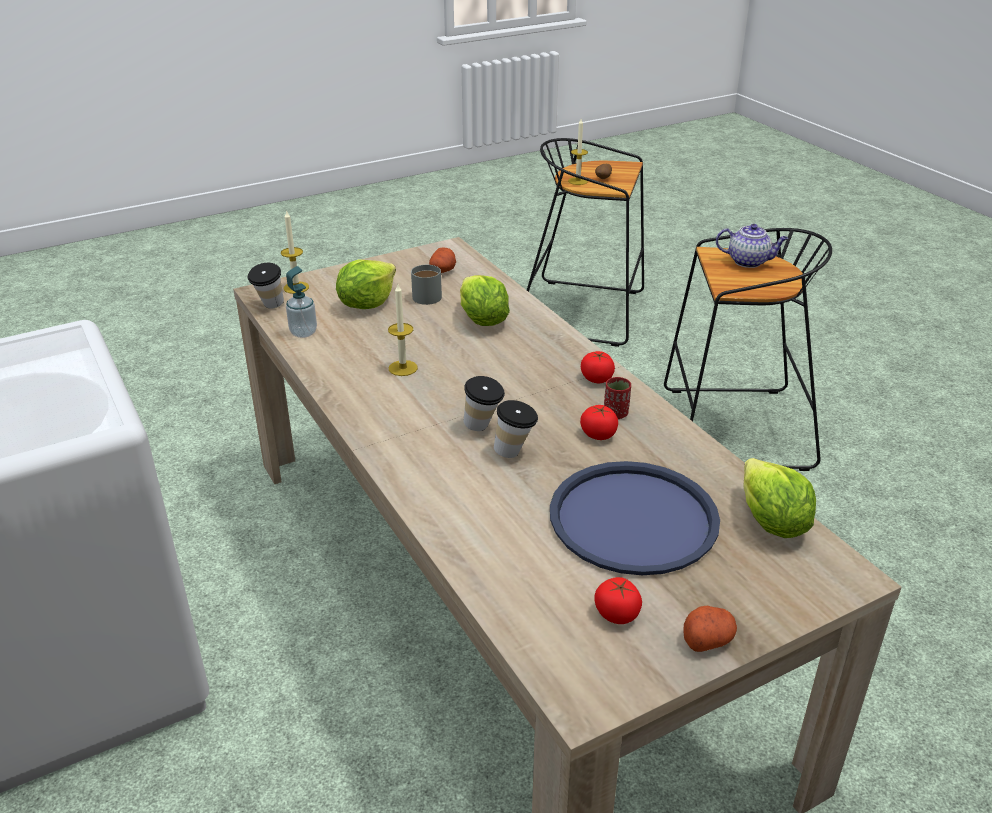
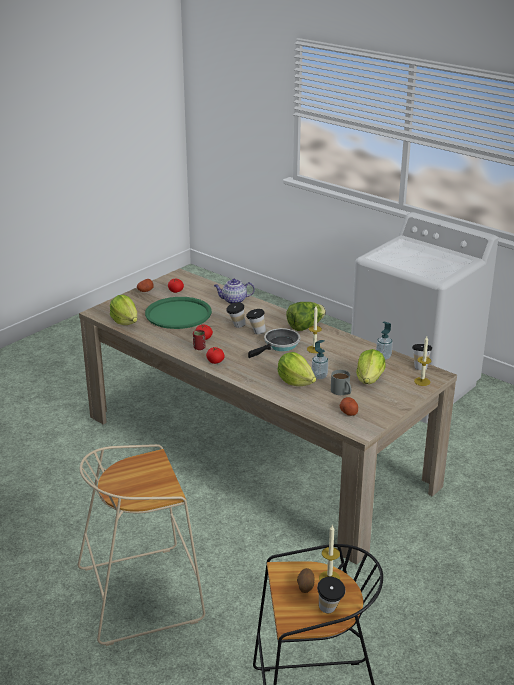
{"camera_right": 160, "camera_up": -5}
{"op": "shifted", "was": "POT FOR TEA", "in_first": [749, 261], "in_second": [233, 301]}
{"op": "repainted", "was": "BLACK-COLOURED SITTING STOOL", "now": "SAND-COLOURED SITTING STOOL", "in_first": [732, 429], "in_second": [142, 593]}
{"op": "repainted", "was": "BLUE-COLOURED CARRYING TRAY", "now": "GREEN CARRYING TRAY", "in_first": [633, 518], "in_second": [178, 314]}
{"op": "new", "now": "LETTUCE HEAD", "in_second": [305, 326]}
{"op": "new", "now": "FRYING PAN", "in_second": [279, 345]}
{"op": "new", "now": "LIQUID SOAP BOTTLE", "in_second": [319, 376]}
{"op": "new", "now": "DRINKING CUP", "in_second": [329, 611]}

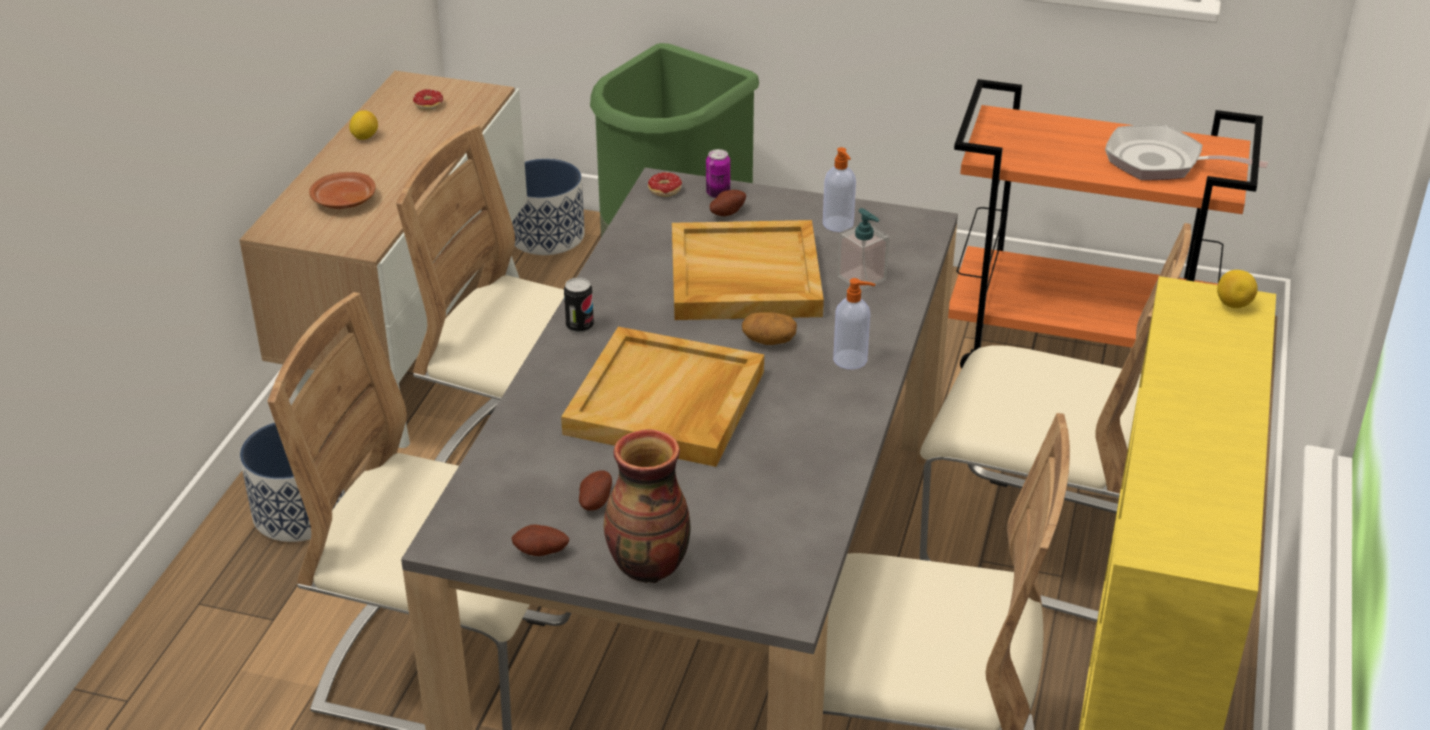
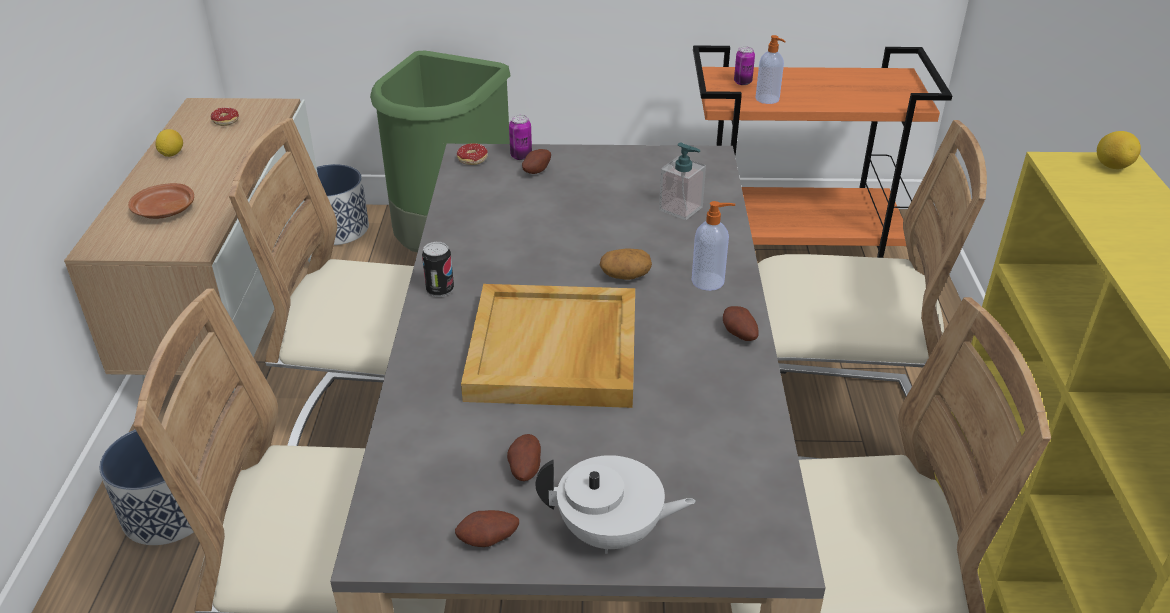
{"camera_right": -15, "camera_up": 0}
{"op": "gone", "was": "FRYING PAN", "in_first": [1161, 162]}
{"op": "shifted", "was": "LIQUID SOAP BOTTLE", "in_first": [838, 224], "in_second": [768, 99]}
{"op": "gone", "was": "SAND-COLOURED CARRYING TRAY", "in_first": [743, 278]}
{"op": "swapped", "was": "DECORATIVE VASE", "now": "WHITE POT FOR TEA", "in_first": [648, 566], "in_second": [611, 533]}
{"op": "new", "now": "CAN", "in_second": [742, 82]}
{"op": "new", "now": "WHOLE POTATO", "in_second": [738, 335]}

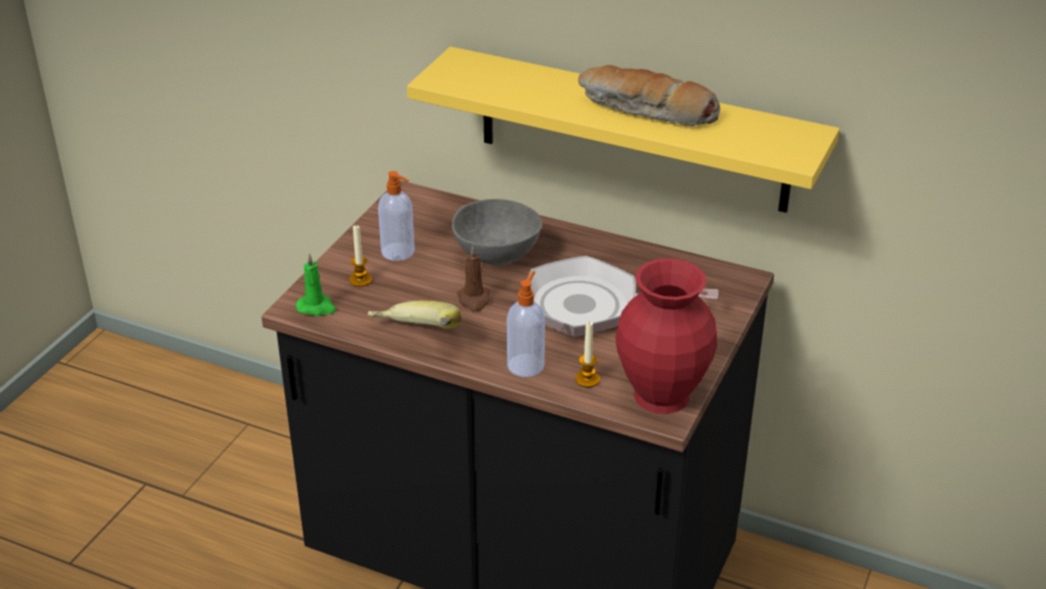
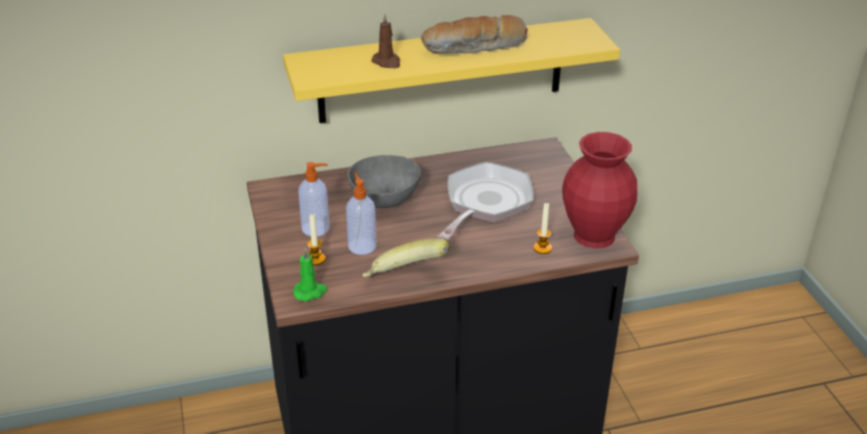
{"camera_right": -40, "camera_up": 0}
{"op": "shifted", "was": "BROWNISH CANDLE", "in_first": [474, 300], "in_second": [387, 62]}
{"op": "rotated", "was": "FRYING PAN", "in_first": [591, 306], "in_second": [485, 204], "clockwise": 150}
{"op": "shifted", "was": "LIQUID SOAP BOTTLE", "in_first": [526, 365], "in_second": [362, 245]}

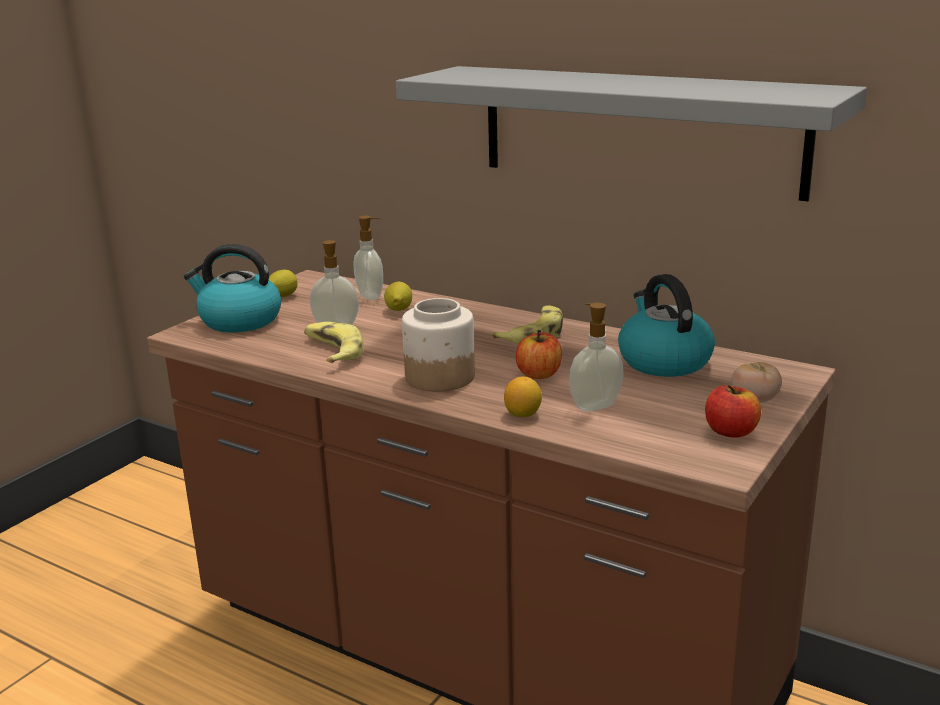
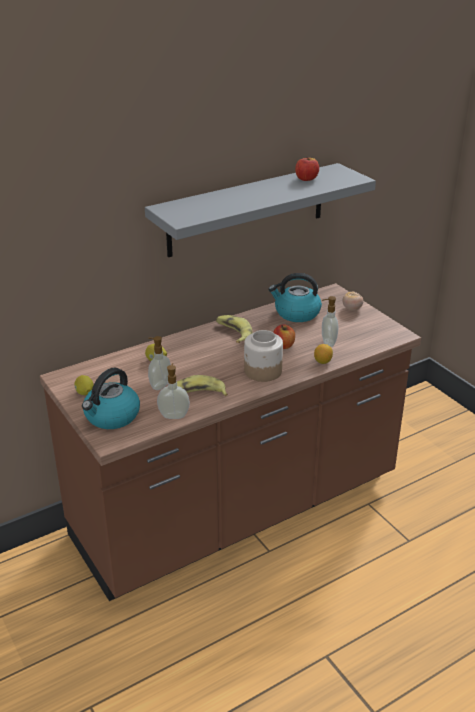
{"camera_right": -65, "camera_up": 10}
{"op": "shifted", "was": "LIQUID SOAP BOTTLE", "in_first": [371, 296], "in_second": [174, 415]}
{"op": "shifted", "was": "APPLE", "in_first": [731, 432], "in_second": [306, 179]}

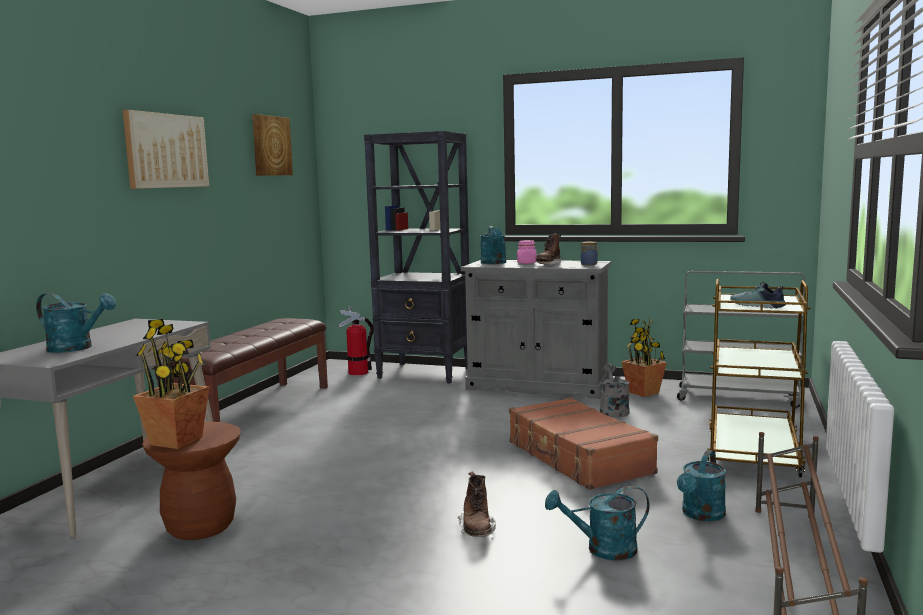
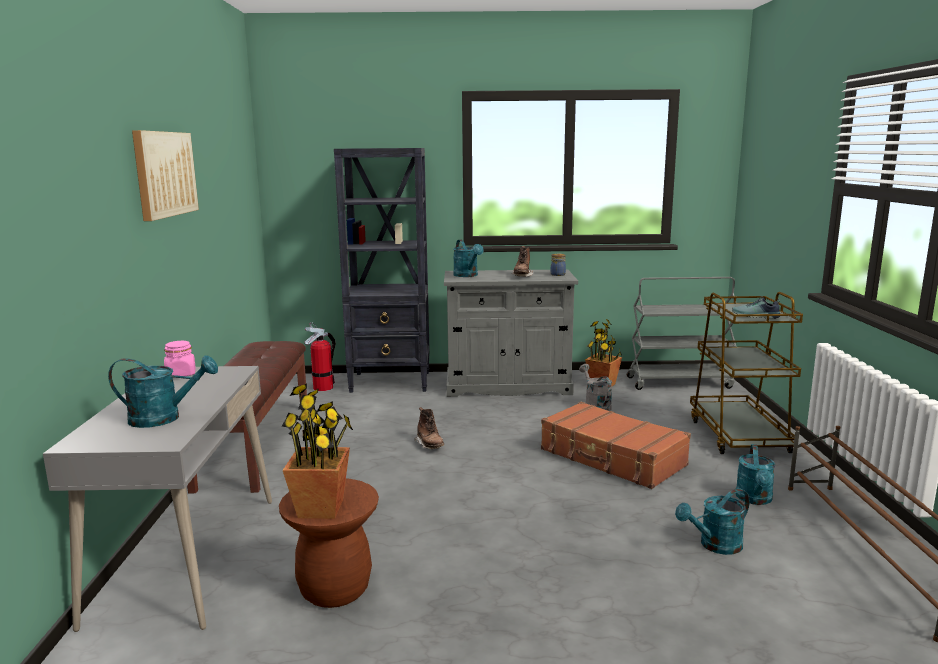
{"camera_right": -20, "camera_up": 5}
{"op": "gone", "was": "WALL ART", "in_first": [271, 146]}
{"op": "shifted", "was": "PINKISH JAR", "in_first": [526, 263], "in_second": [181, 374]}
{"op": "shifted", "was": "BROWNISH BOOT", "in_first": [477, 530], "in_second": [430, 445]}

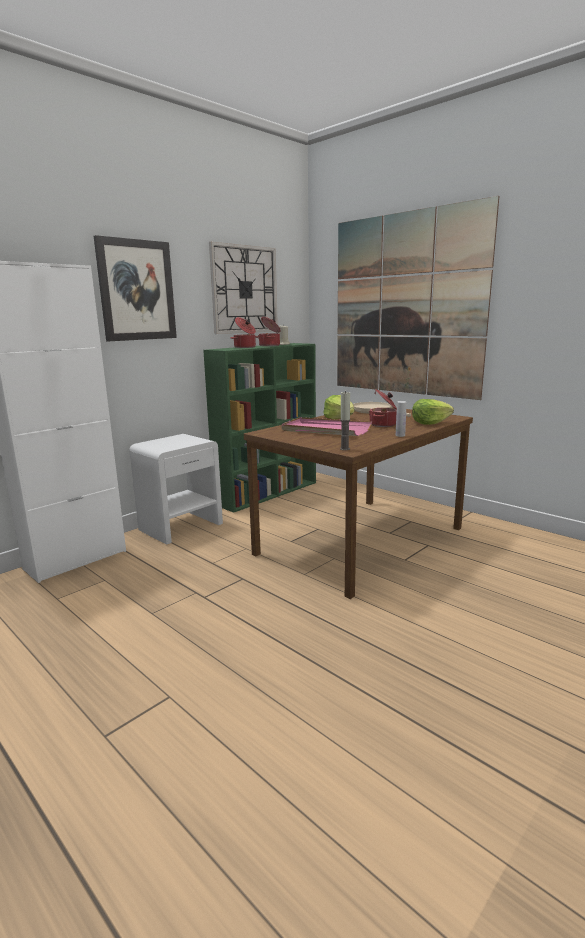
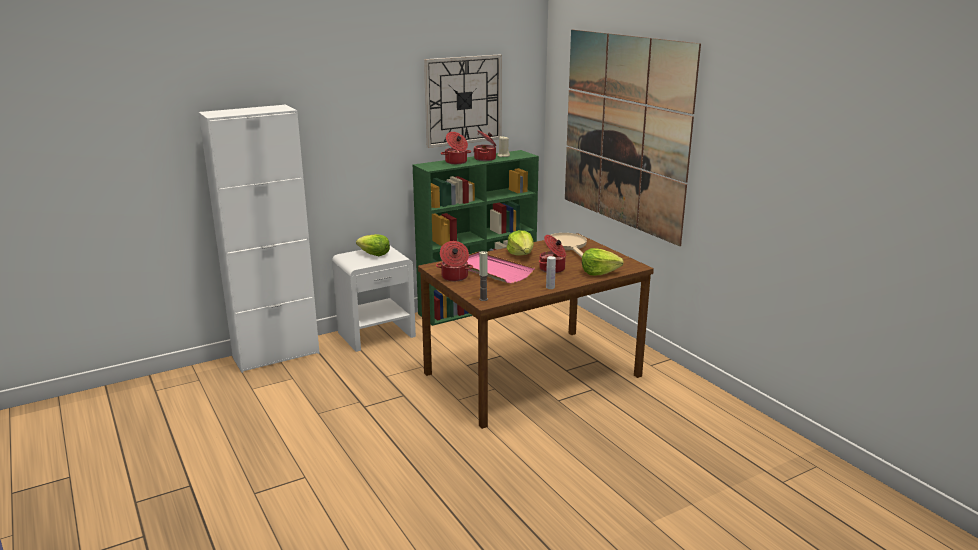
{"camera_right": 15, "camera_up": 5}
{"op": "gone", "was": "WALL ART", "in_first": [137, 290]}
{"op": "new", "now": "LETTUCE HEAD", "in_second": [374, 254]}
{"op": "new", "now": "SAUCEPOT", "in_second": [454, 277]}

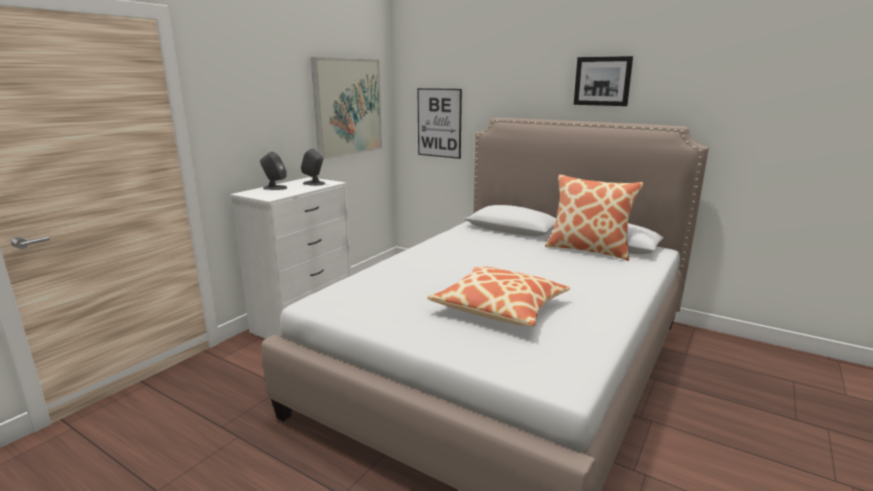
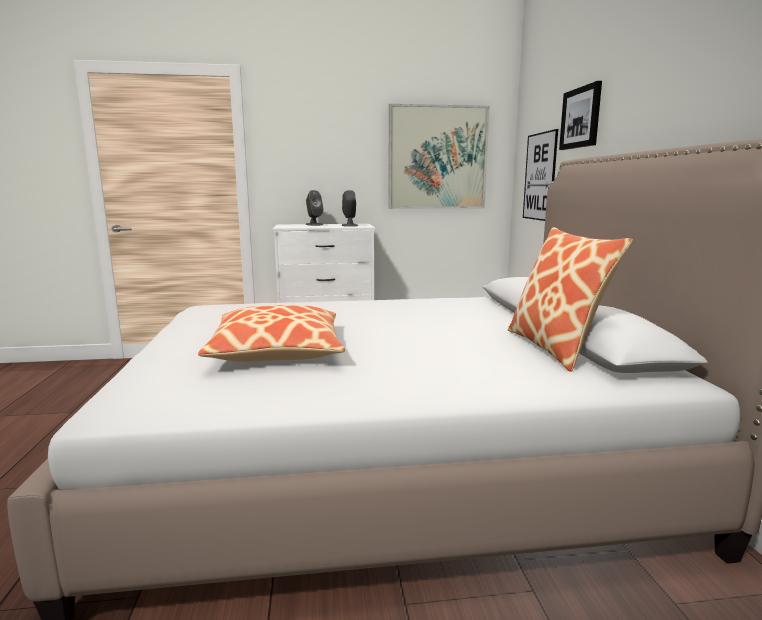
{"camera_right": 50, "camera_up": -5}
{"op": "shifted", "was": "WALL ART", "in_first": [602, 81], "in_second": [581, 118]}

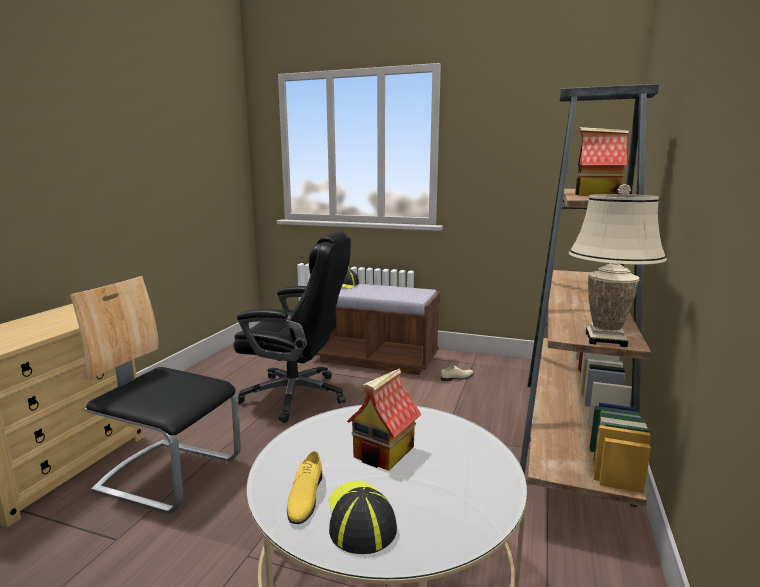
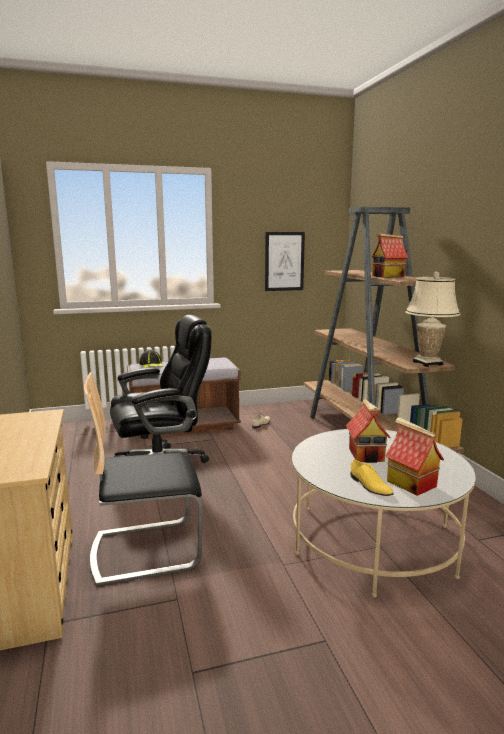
{"camera_right": -35, "camera_up": 0}
{"op": "swapped", "was": "PEAKED CAP", "now": "MODEL HOUSE", "in_first": [359, 519], "in_second": [410, 483]}
{"op": "new", "now": "WALL ART", "in_second": [284, 261]}

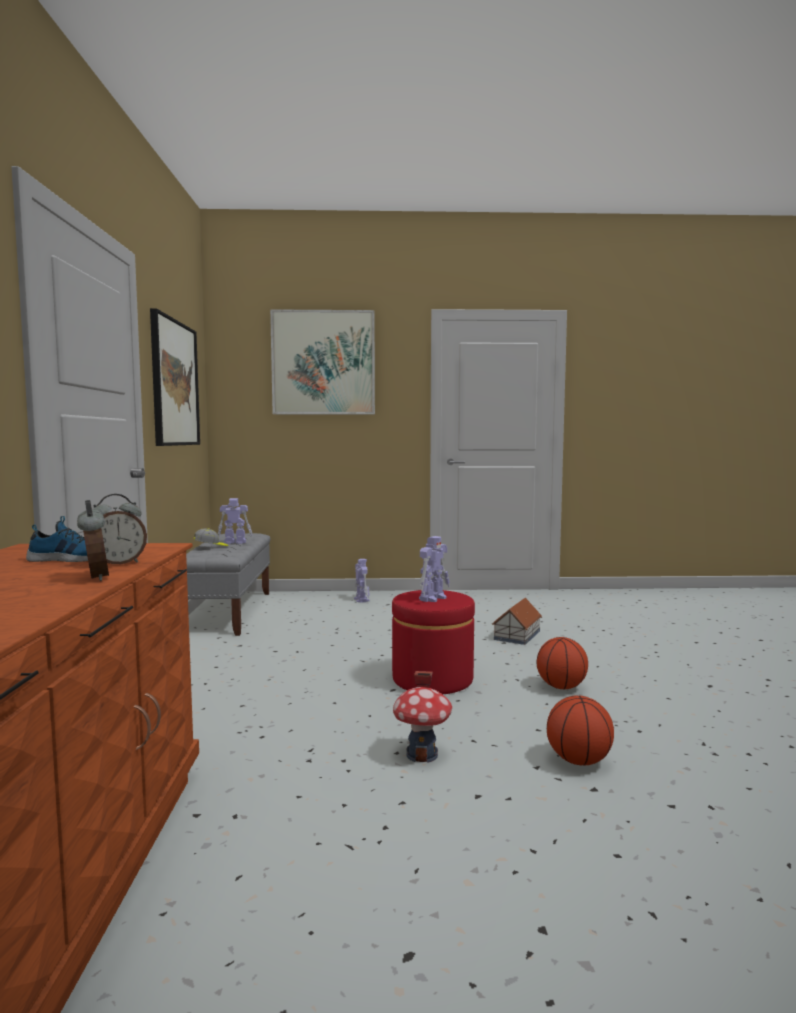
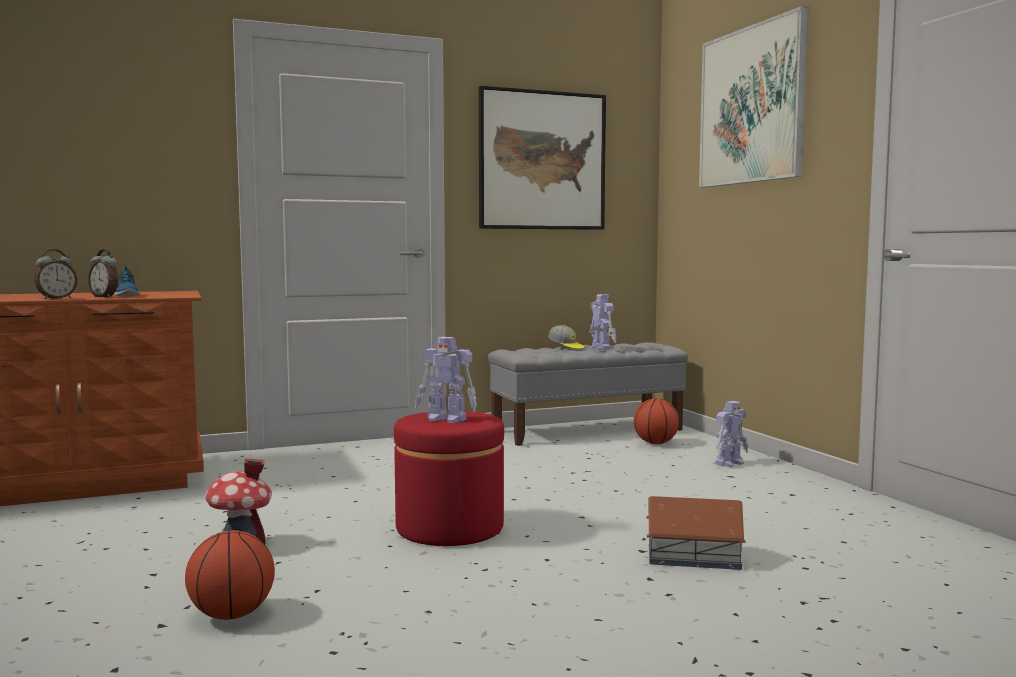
{"camera_right": 70, "camera_up": 0}
{"op": "shifted", "was": "BASKETBALL BALL", "in_first": [561, 687], "in_second": [655, 443]}

